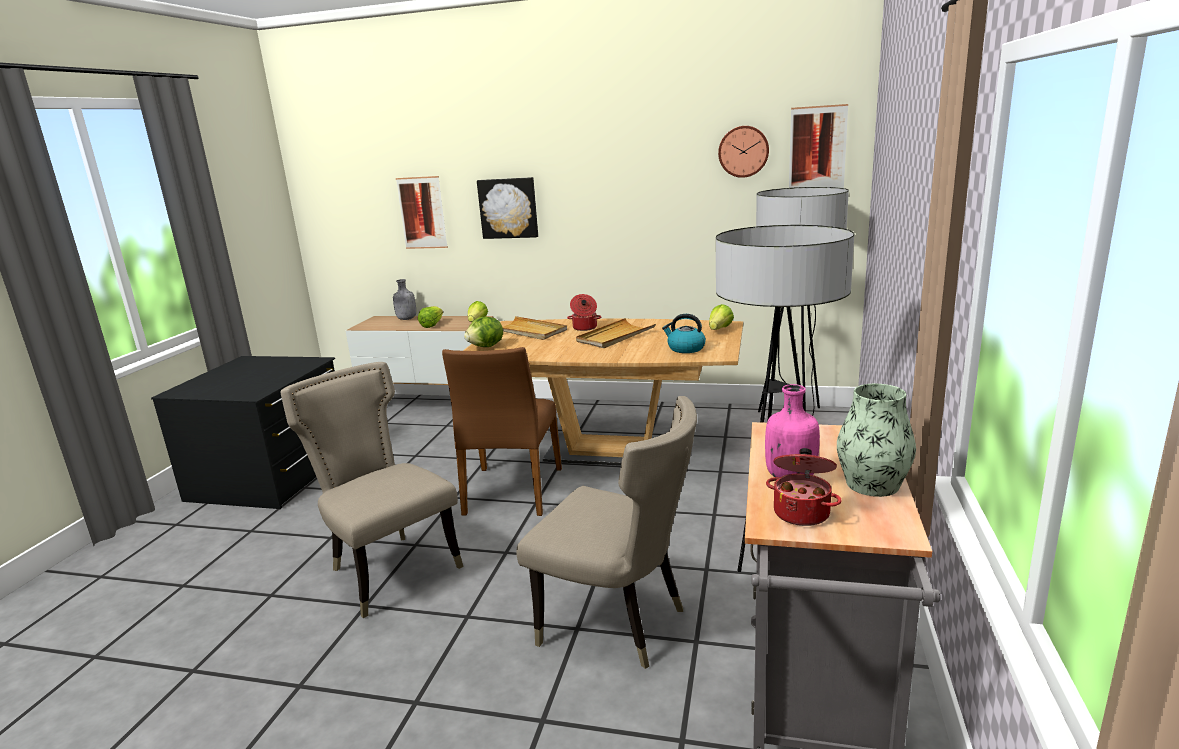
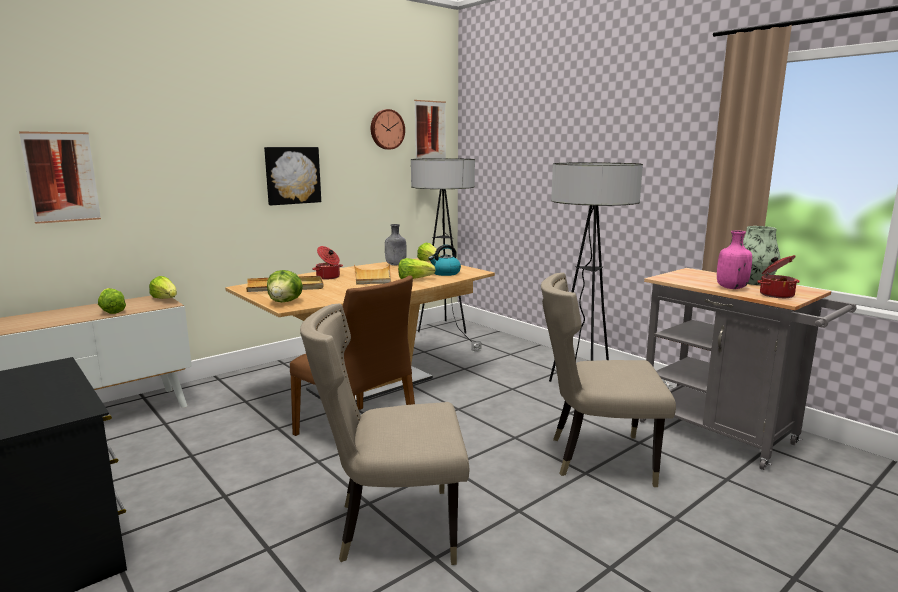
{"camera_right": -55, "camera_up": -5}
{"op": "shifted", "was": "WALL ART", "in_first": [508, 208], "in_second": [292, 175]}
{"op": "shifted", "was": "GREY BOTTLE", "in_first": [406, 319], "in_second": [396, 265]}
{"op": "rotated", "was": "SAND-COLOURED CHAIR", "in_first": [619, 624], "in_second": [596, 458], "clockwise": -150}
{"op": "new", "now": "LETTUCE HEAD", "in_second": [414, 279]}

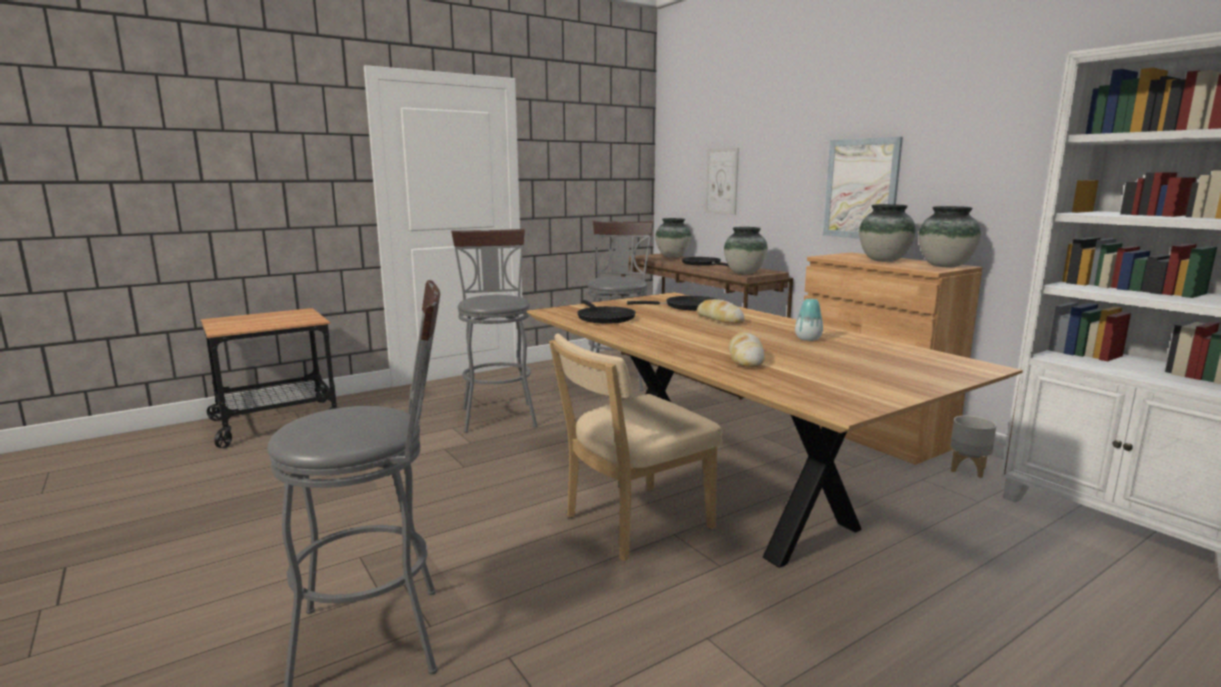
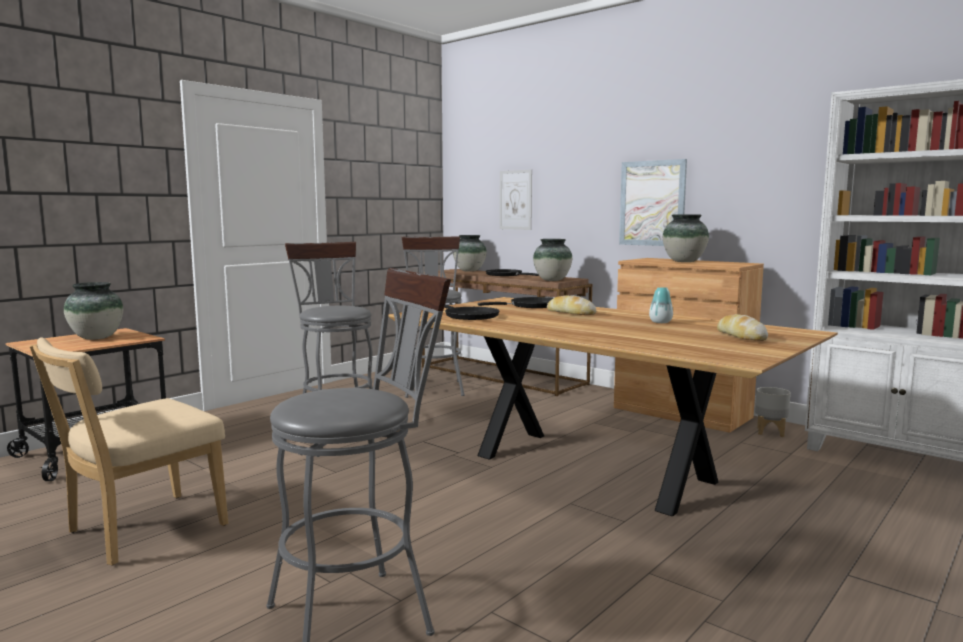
{"camera_right": -15, "camera_up": -5}
{"op": "shifted", "was": "DECORATIVE VASE", "in_first": [945, 266], "in_second": [96, 338]}
{"op": "shifted", "was": "BAKED BREAD", "in_first": [745, 358], "in_second": [740, 336]}
{"op": "shifted", "was": "SAND-COLOURED CHAIR", "in_first": [632, 524], "in_second": [140, 531]}

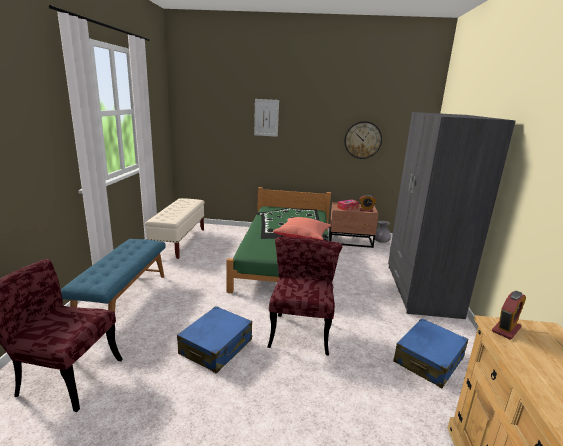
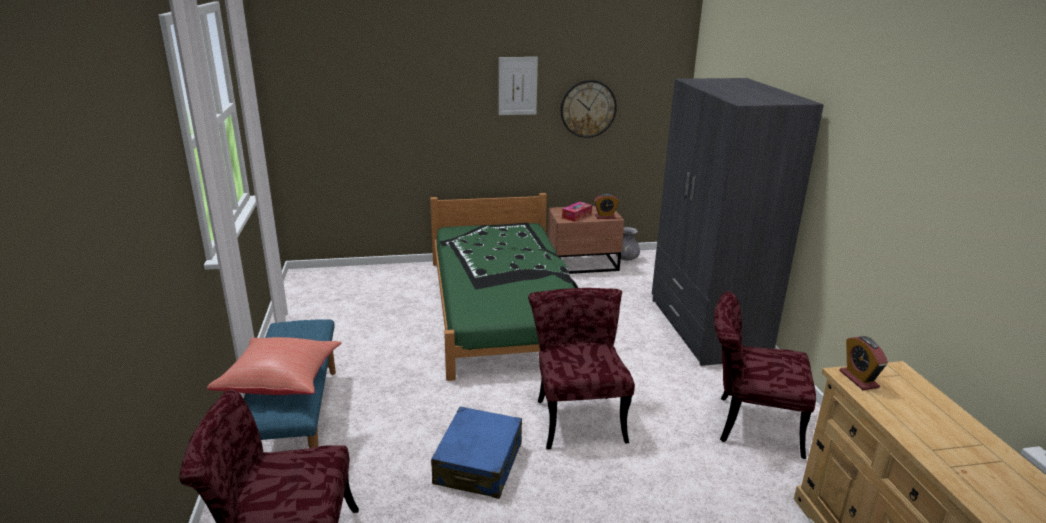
{"camera_right": -15, "camera_up": 5}
{"op": "shifted", "was": "WALL ART", "in_first": [266, 117], "in_second": [517, 86]}
{"op": "gone", "was": "SAND-COLOURED INDOOR BENCH", "in_first": [179, 242]}
{"op": "shifted", "was": "RED CUSHION", "in_first": [303, 237], "in_second": [281, 381]}
{"op": "rotated", "was": "BEDSIDE CLOCK", "in_first": [506, 329], "in_second": [858, 379], "clockwise": 135}
{"op": "swapped", "was": "BLUE-COLOURED TRAVEL CASE", "now": "RED CHAIR", "in_first": [428, 360], "in_second": [748, 423]}

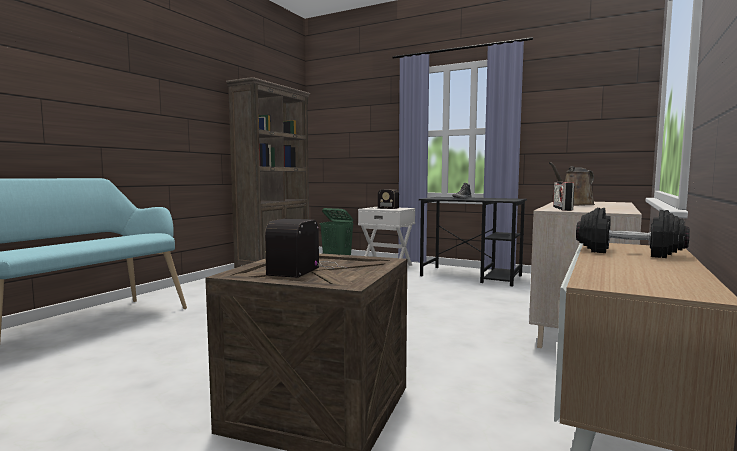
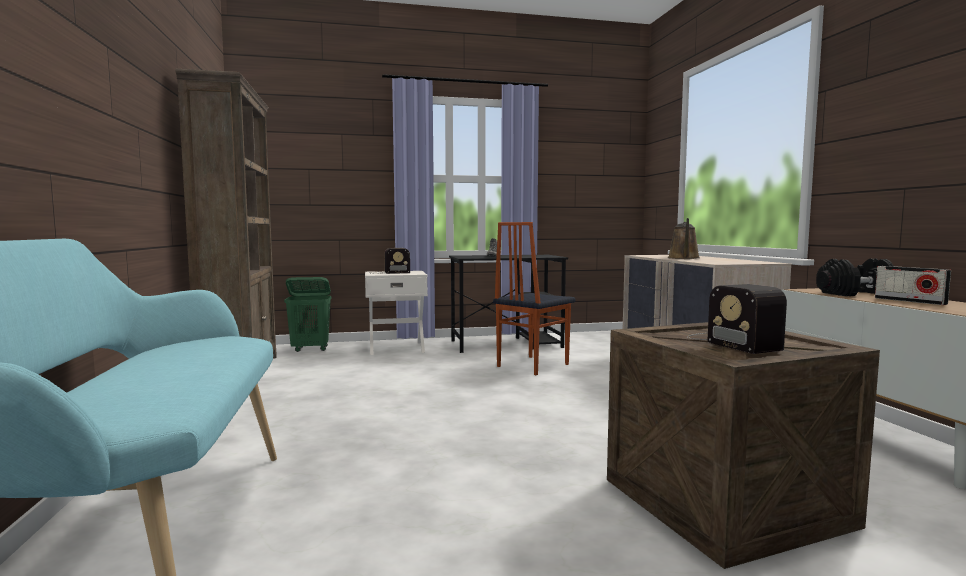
{"camera_right": -40, "camera_up": 0}
{"op": "shifted", "was": "RADIO SET", "in_first": [562, 208], "in_second": [909, 301]}
{"op": "new", "now": "CHAIR", "in_second": [531, 365]}

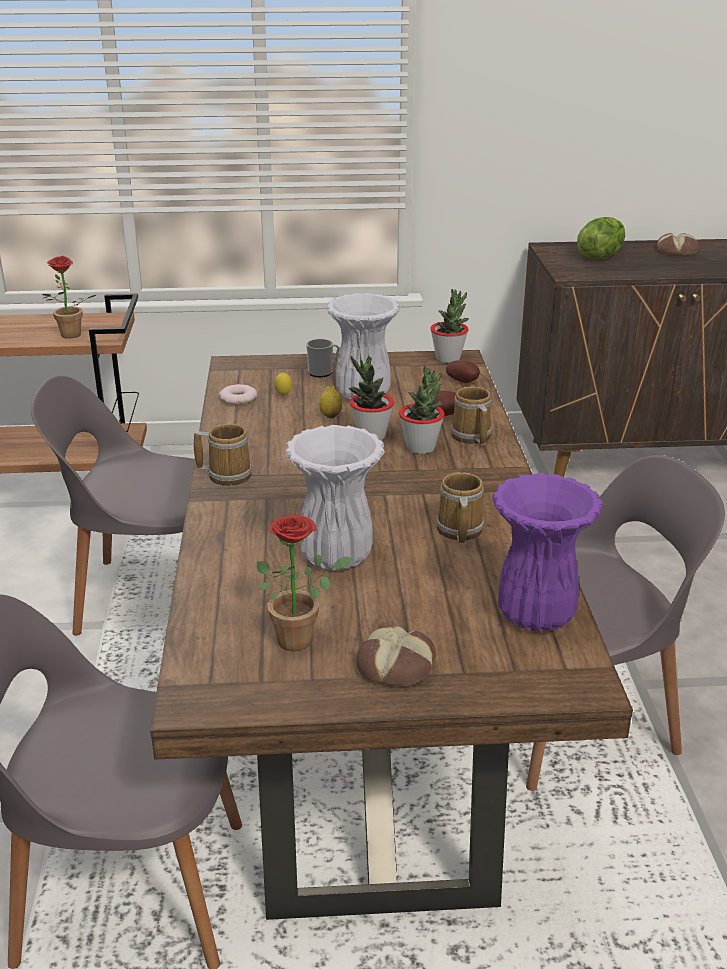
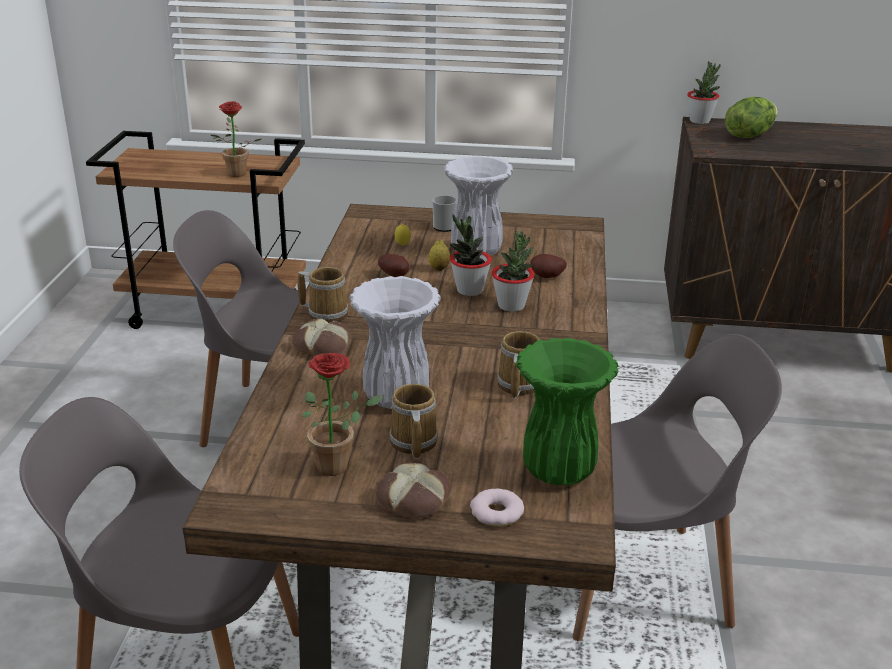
{"camera_right": 10, "camera_up": 0}
{"op": "shifted", "was": "BAKED BREAD", "in_first": [676, 250], "in_second": [323, 345]}
{"op": "shifted", "was": "PLANT IN A POT", "in_first": [448, 359], "in_second": [699, 121]}
{"op": "shifted", "was": "WHOLE POTATO", "in_first": [463, 382], "in_second": [395, 276]}
{"op": "shifted", "was": "DOUGHNUT", "in_first": [238, 399], "in_second": [496, 513]}
{"op": "shifted", "was": "MUG", "in_first": [470, 436], "in_second": [412, 443]}
{"op": "repainted", "was": "PURPLE-COLOURED DECORATIVE VASE", "now": "GREEN DECORATIVE VASE", "in_first": [534, 616], "in_second": [556, 471]}

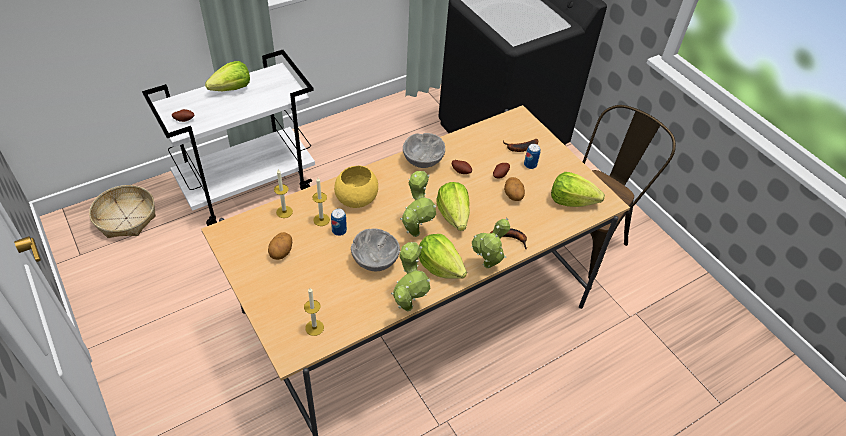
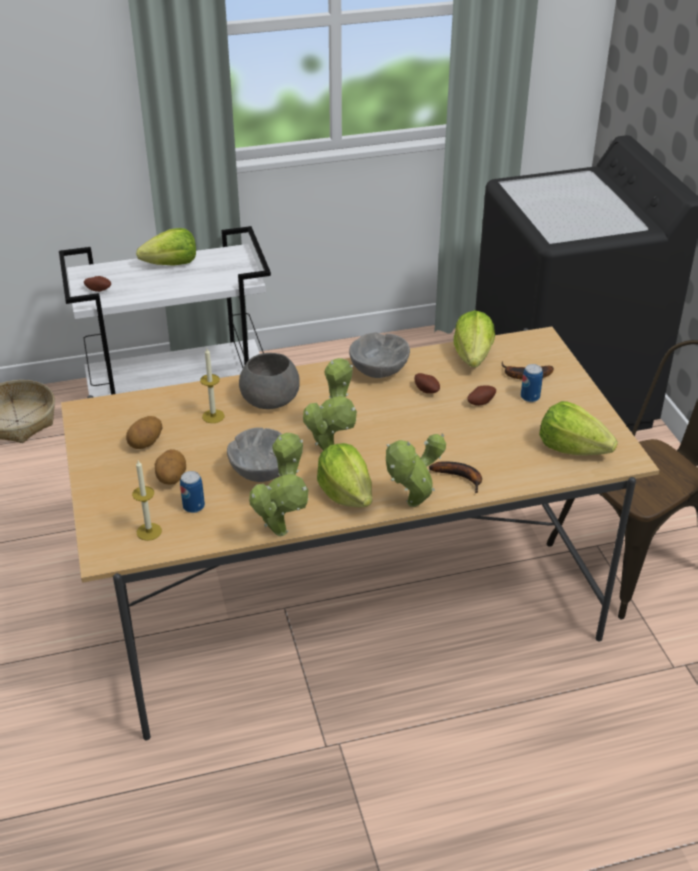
{"camera_right": 20, "camera_up": -10}
{"op": "repainted", "was": "YELLOW SERVING BOWL", "now": "GREY SERVING BOWL", "in_first": [357, 197], "in_second": [271, 399]}
{"op": "gone", "was": "CANDLE", "in_first": [284, 212]}
{"op": "shifted", "was": "WHOLE POTATO", "in_first": [512, 196], "in_second": [171, 479]}
{"op": "shifted", "was": "LETTUCE HEAD", "in_first": [453, 215], "in_second": [473, 357]}
{"op": "shifted", "was": "CAN", "in_first": [339, 230], "in_second": [193, 506]}

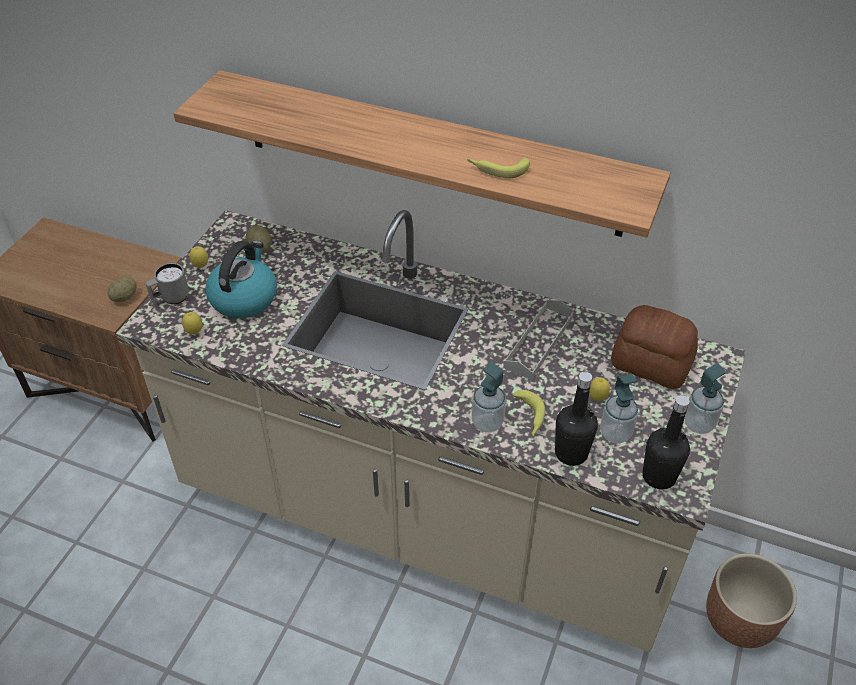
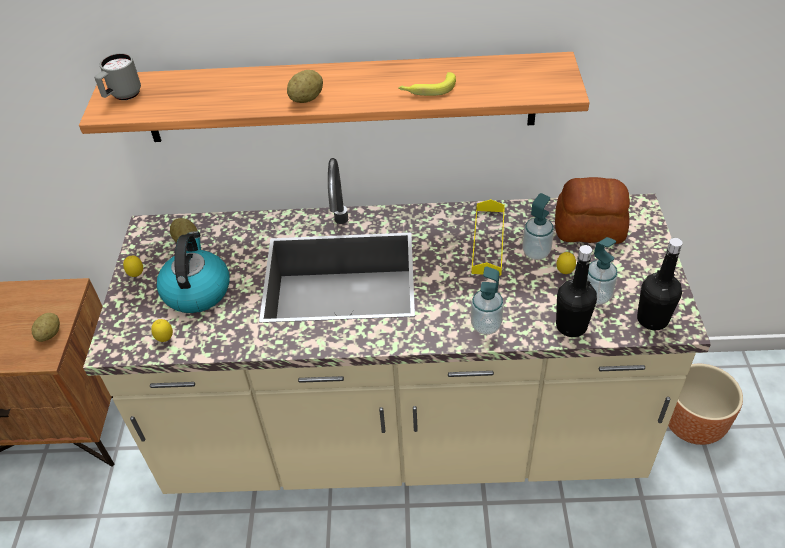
{"camera_right": -20, "camera_up": 0}
{"op": "shifted", "was": "GREY MUG", "in_first": [170, 299], "in_second": [122, 96]}
{"op": "repainted", "was": "GREY CARRYING TRAY", "now": "YELLOW CARRYING TRAY", "in_first": [538, 342], "in_second": [488, 241]}
{"op": "shifted", "was": "LIQUID SOAP BOTTLE", "in_first": [698, 424], "in_second": [536, 252]}
{"op": "gone", "was": "WHOLE BANANA", "in_first": [529, 417]}
{"op": "new", "now": "WHOLE POTATO", "in_second": [307, 99]}

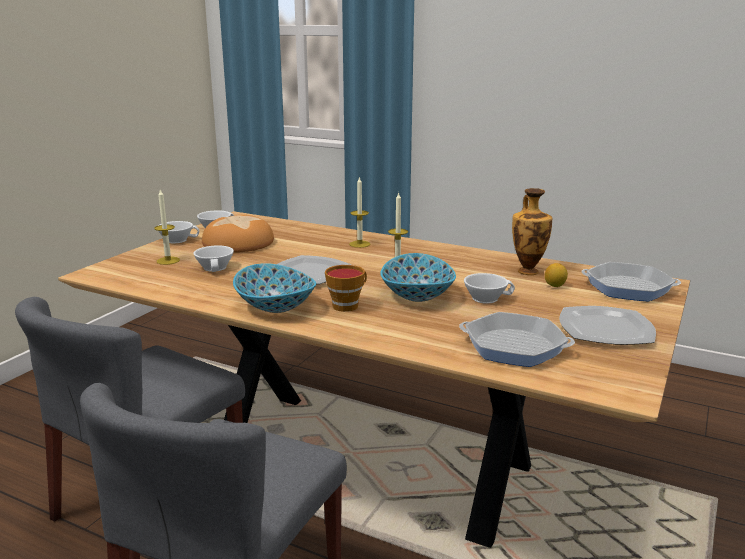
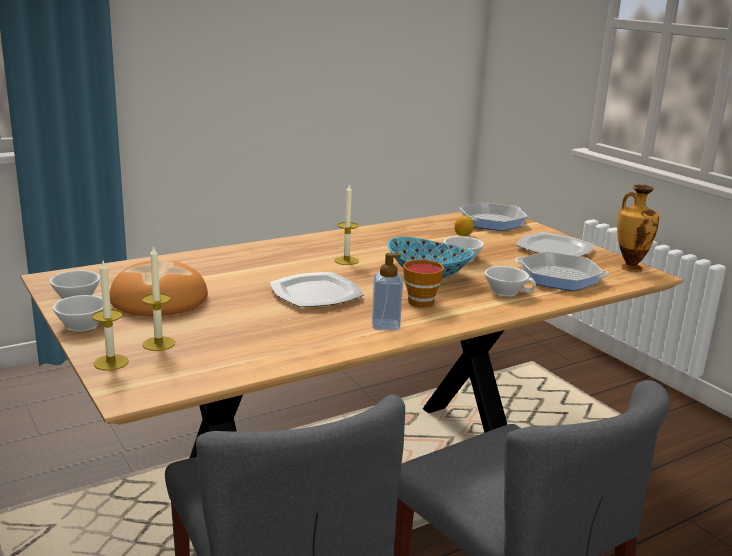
{"camera_right": -60, "camera_up": 0}
{"op": "shifted", "was": "CANDLE", "in_first": [359, 244], "in_second": [111, 362]}
{"op": "shifted", "was": "DECORATIVE VASE", "in_first": [527, 271], "in_second": [629, 267]}
{"op": "shifted", "was": "WHITE DRINKING CUP", "in_first": [216, 268], "in_second": [506, 291]}
{"op": "swapped", "was": "SERVING BOWL", "now": "LIQUID SOAP BOTTLE", "in_first": [276, 306], "in_second": [385, 325]}
{"op": "rotated", "was": "FRYING PAN", "in_first": [514, 346], "in_second": [559, 277], "clockwise": -120}

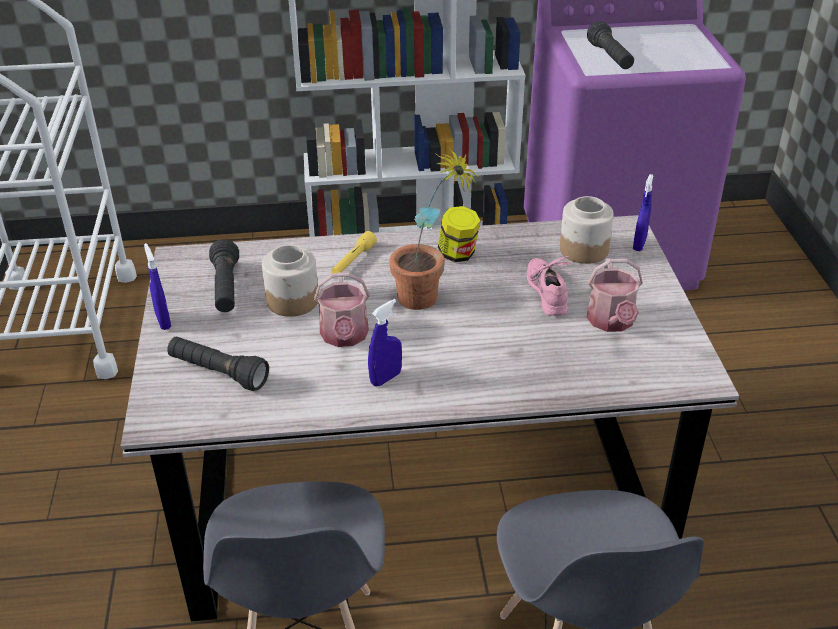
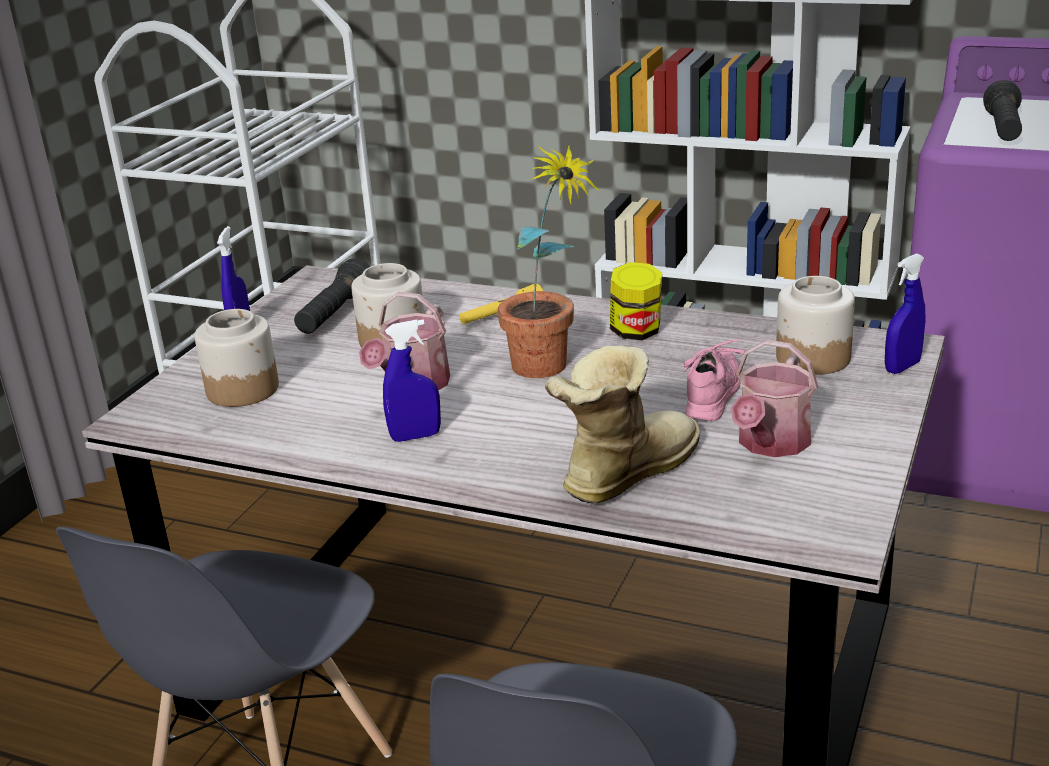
{"camera_right": 30, "camera_up": -10}
{"op": "swapped", "was": "BLACK-COLOURED TORCH", "now": "JAR", "in_first": [218, 373], "in_second": [243, 389]}
{"op": "new", "now": "BOOT", "in_second": [623, 473]}

